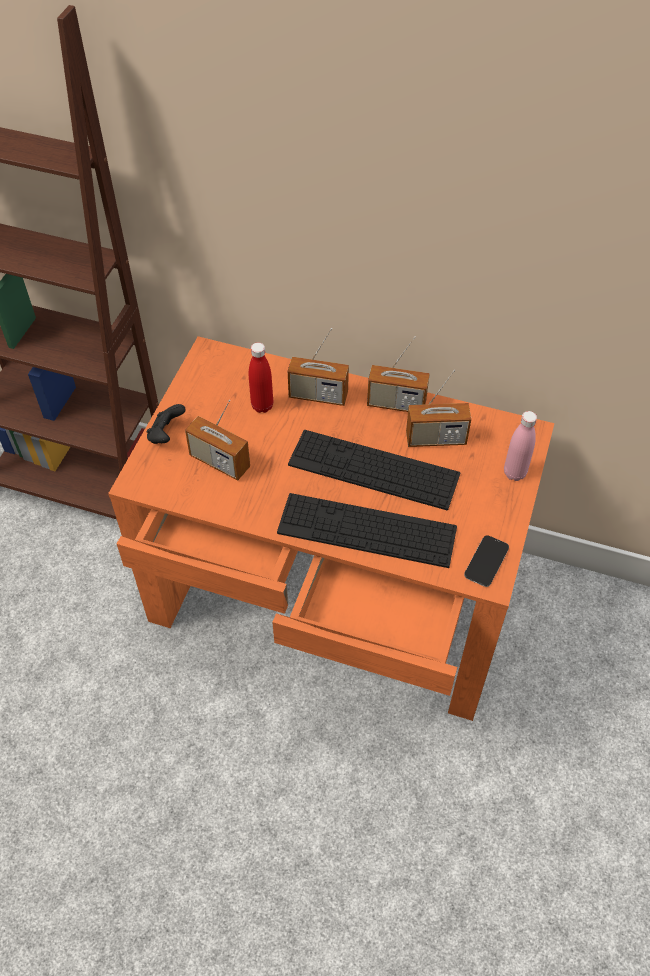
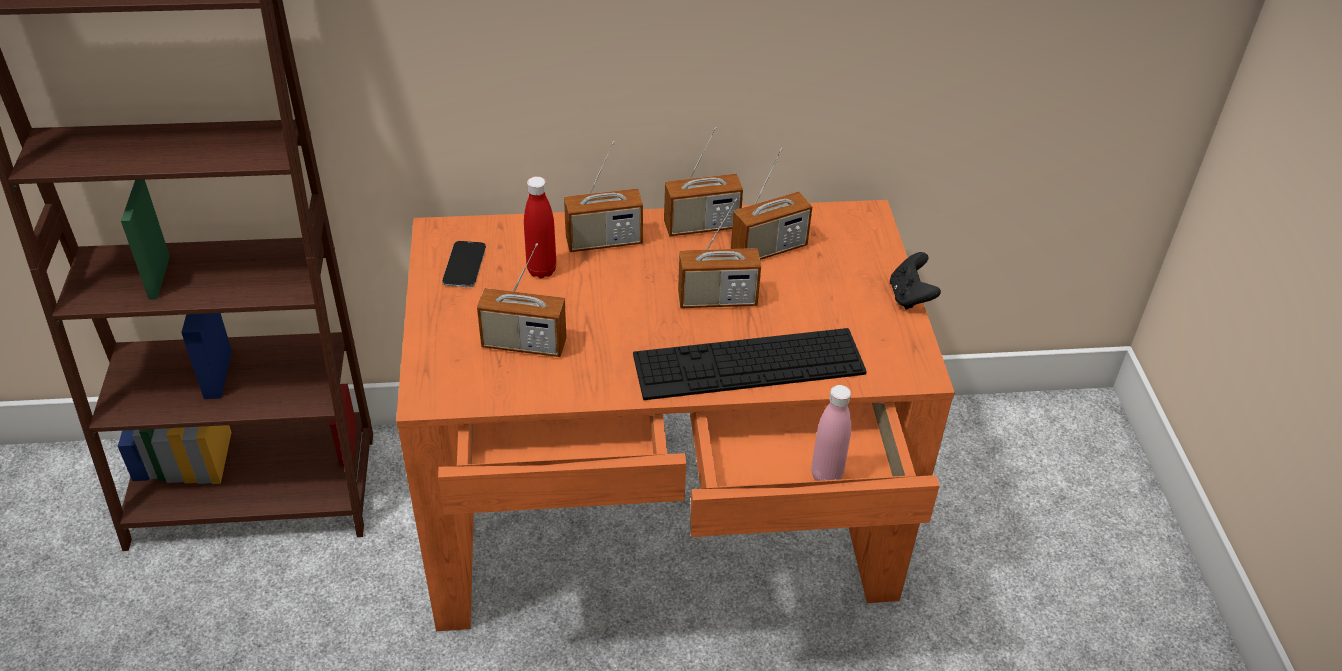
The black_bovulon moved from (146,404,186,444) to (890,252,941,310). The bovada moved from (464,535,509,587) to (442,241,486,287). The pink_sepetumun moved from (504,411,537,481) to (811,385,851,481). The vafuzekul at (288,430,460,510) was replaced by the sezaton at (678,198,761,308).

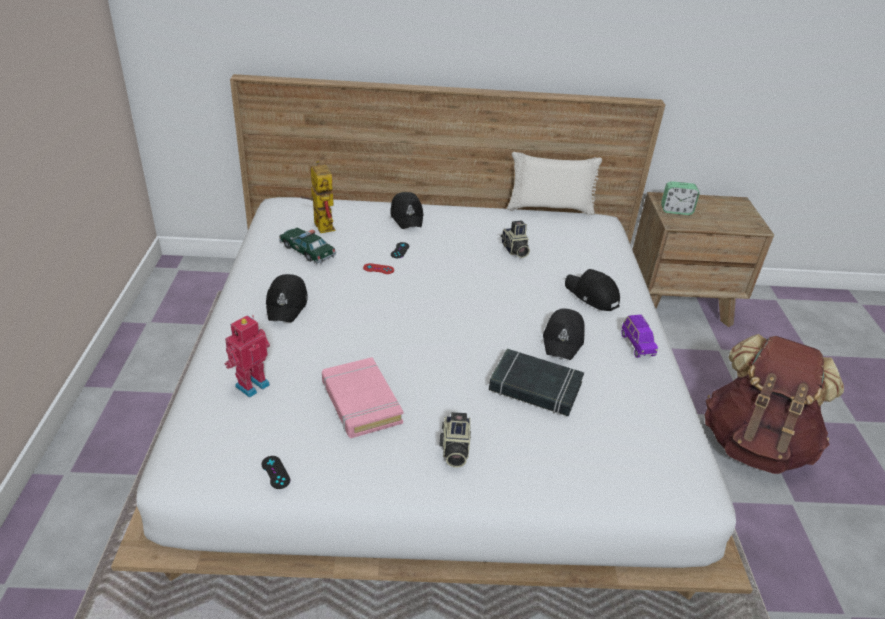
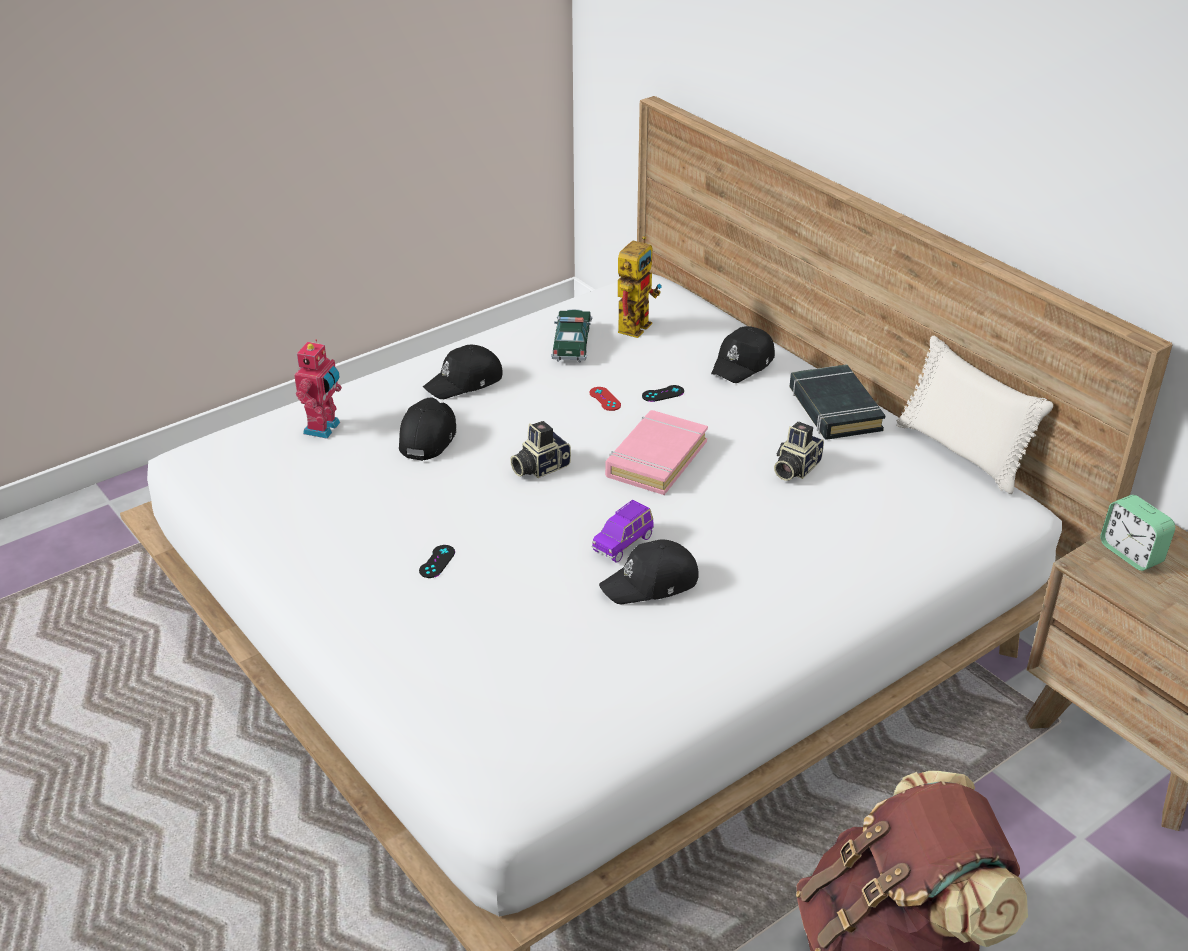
The black_bovulon moved from (261,456,290,489) to (419,545,455,578). The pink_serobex moved from (322,357,404,438) to (605,410,708,495). The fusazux moved from (439,412,471,467) to (510,421,571,478). The black_serobex moved from (489,349,584,416) to (790,364,885,440). The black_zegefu moved from (565,269,620,311) to (399,397,456,461). The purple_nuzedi moved from (621,314,658,358) to (592,500,654,563). The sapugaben at (225,315,270,398) turned 105 degrees clockwise.

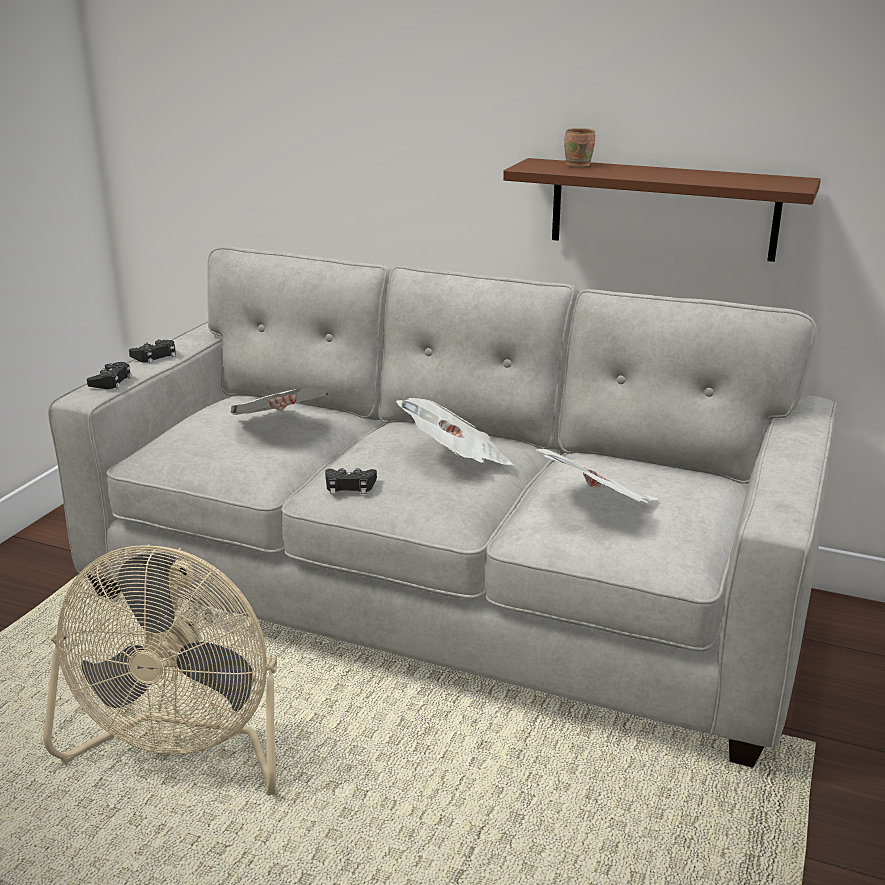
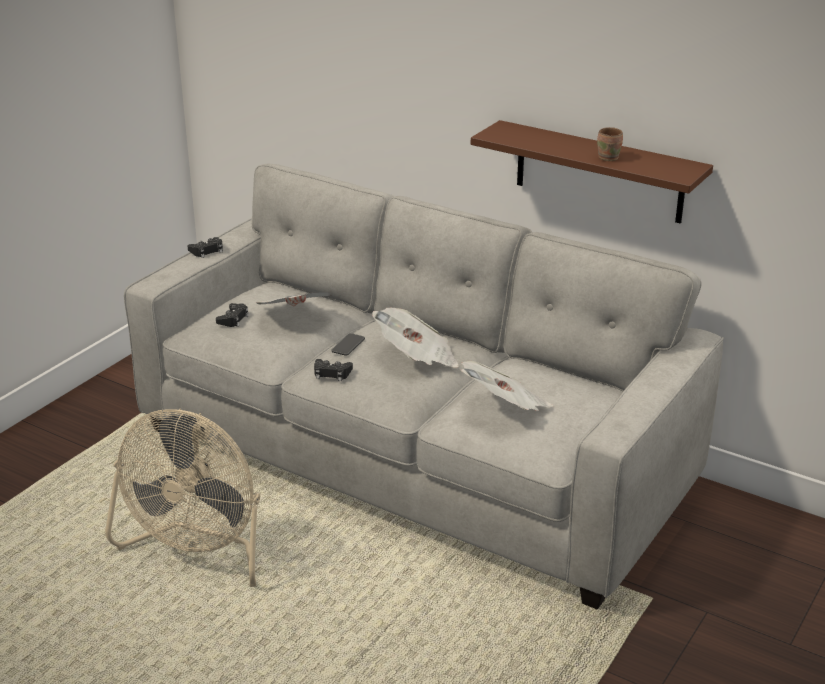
The bovada at (331,333,365,356) appeared. The black_bovulon moved from (87,362,132,389) to (216,303,249,327). The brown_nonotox moved from (564,128,595,167) to (597,127,623,161).

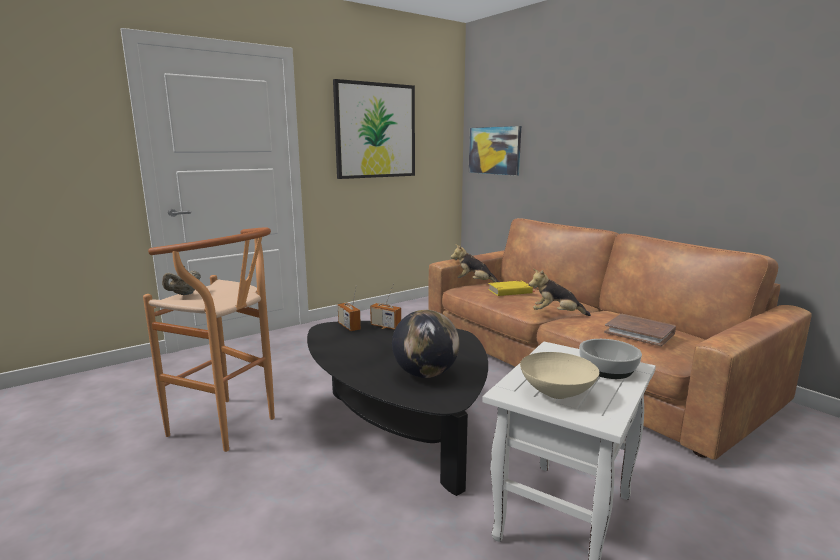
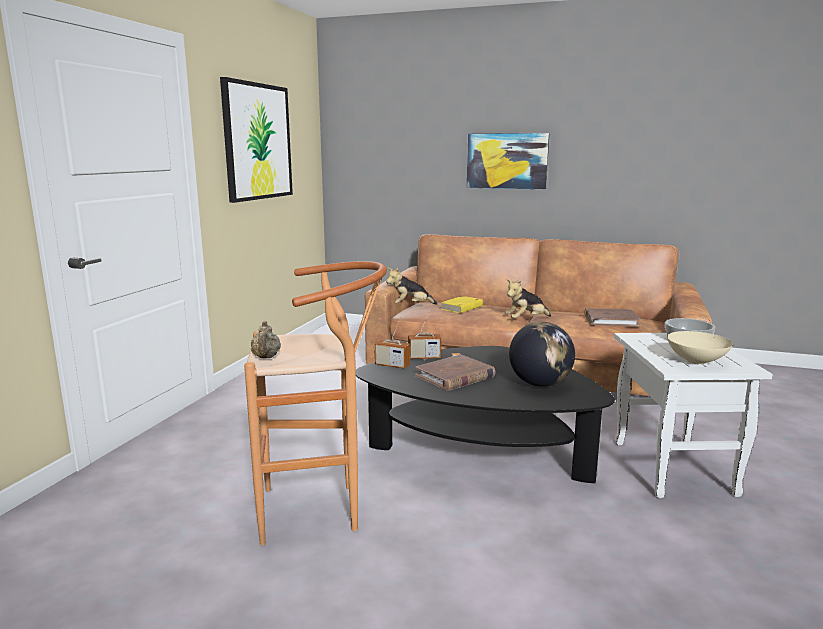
The brown_serobex at (415,354,495,390) appeared. The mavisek moved from (469,126,521,176) to (467,133,549,189).

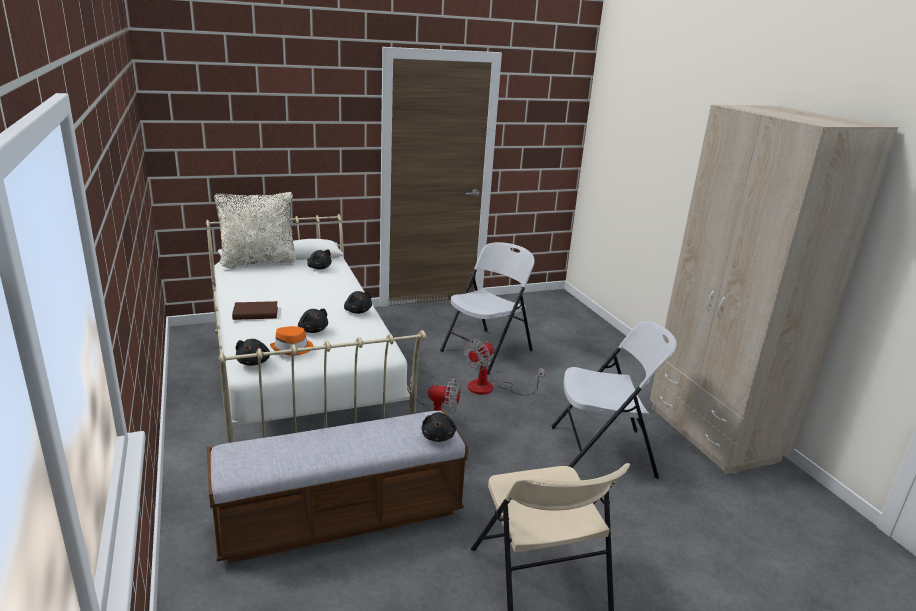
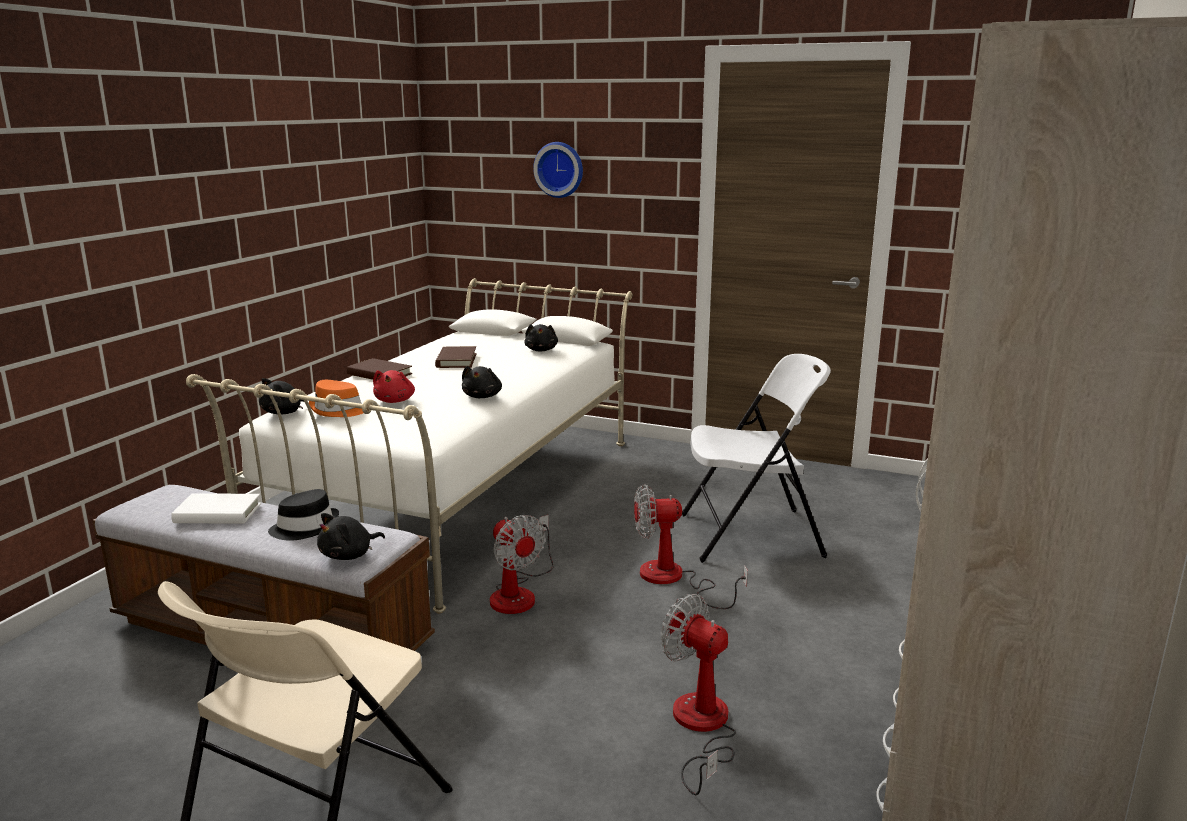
The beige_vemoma at (214,192,296,269) disappeared. The white_serobex at (171,493,261,524) appeared. The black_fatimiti at (268,489,339,541) appeared. The brown_serobex at (435,346,477,368) appeared. The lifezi at (533,142,583,198) appeared. The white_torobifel at (551,321,677,479) was replaced by the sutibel at (660,594,736,795). The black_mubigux at (298,309,328,333) became the red_mubigux at (373,370,415,403).

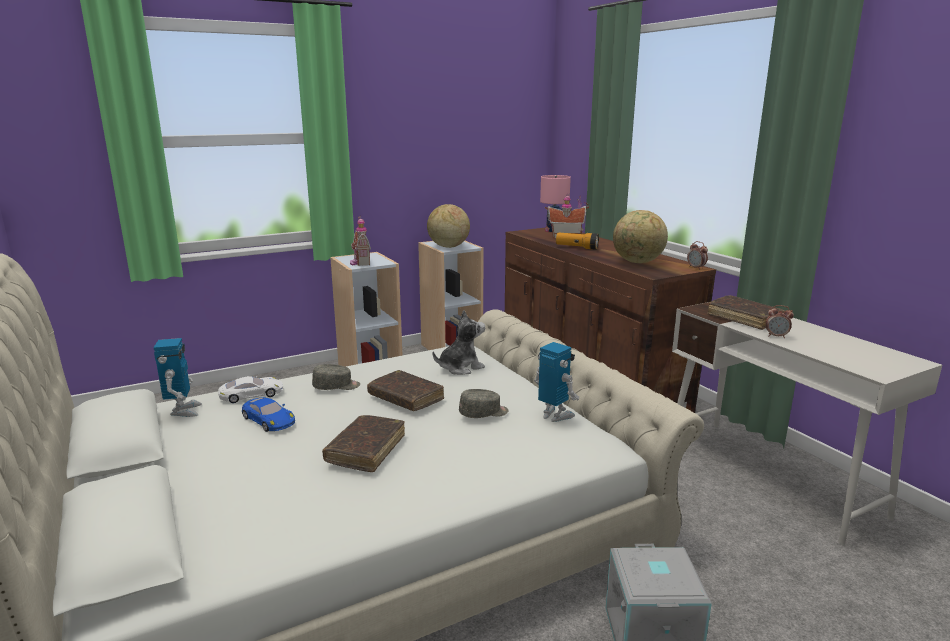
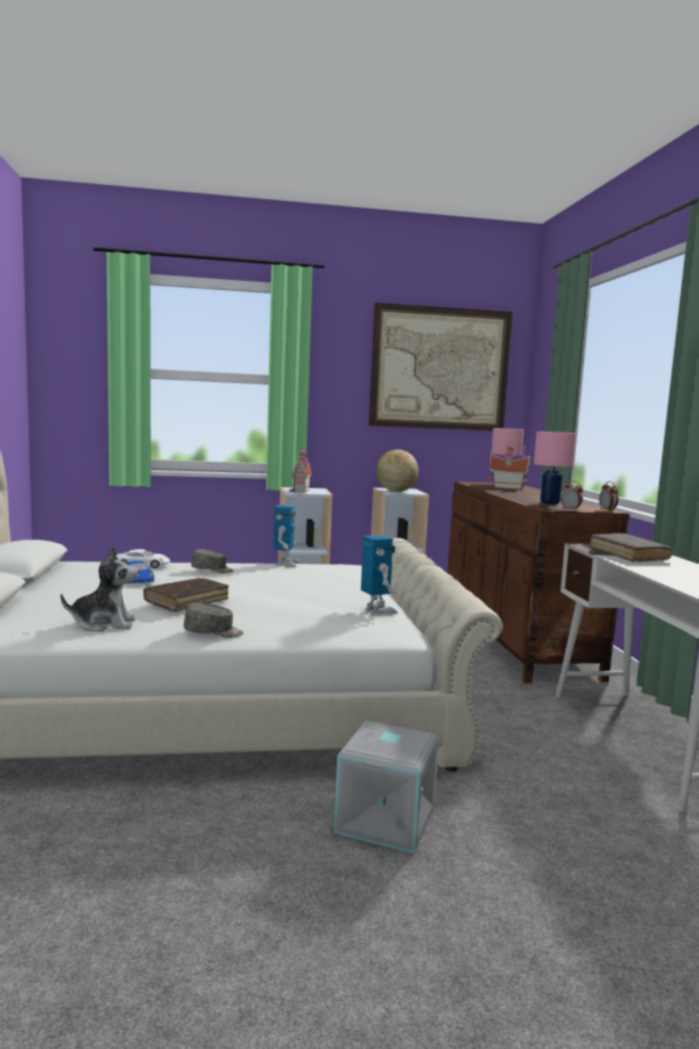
The brown_serobex at (367,370,445,411) disappeared. The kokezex at (556,233,599,250) disappeared. The mavisek at (369,303,513,431) appeared. The sapugaben moved from (154,338,202,417) to (274,505,300,567). The mubigux moved from (433,310,485,375) to (60,546,139,632). The grey_zegefu moved from (459,389,508,418) to (184,603,243,638). The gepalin moved from (765,305,794,339) to (560,480,583,511). The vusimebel at (613,210,668,263) was replaced by the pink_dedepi at (534,431,576,504).

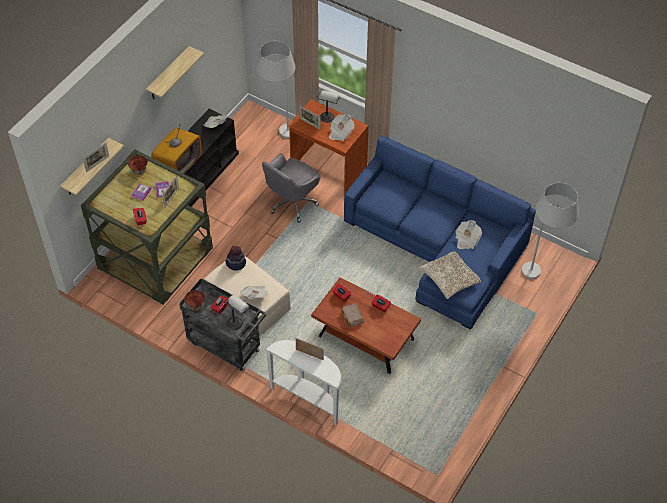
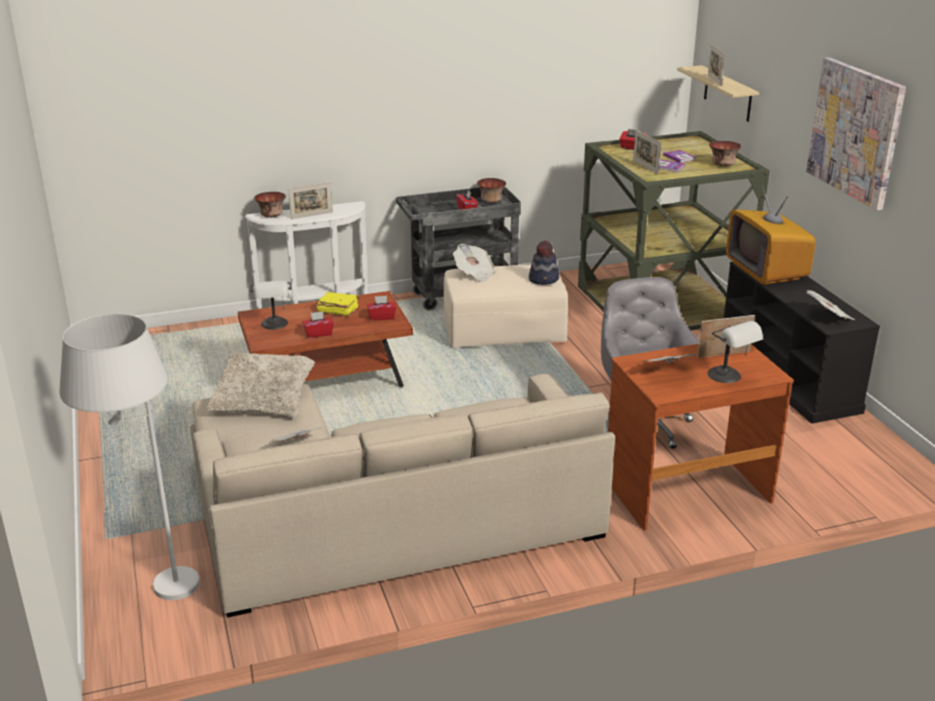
The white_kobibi at (256,41,295,138) disappeared. The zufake at (254,192,286,218) appeared. The dedepi moved from (224,295,249,330) to (250,281,292,330). The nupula at (146,46,204,99) was replaced by the mavisek at (806,57,906,210). The brown_serobex at (341,303,364,327) became the yellow_serobex at (317,292,359,316). The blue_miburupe at (344,136,536,330) became the beige_miburupe at (190,374,615,618).

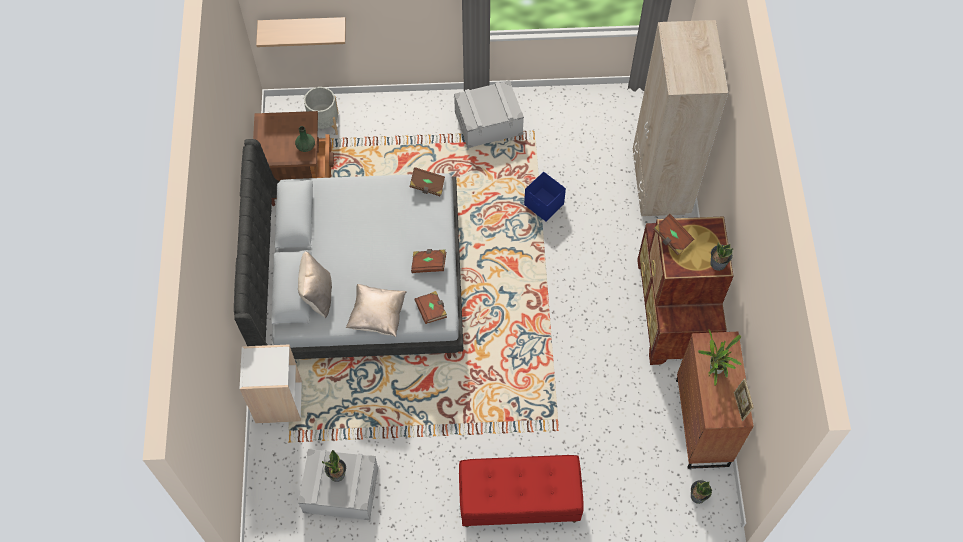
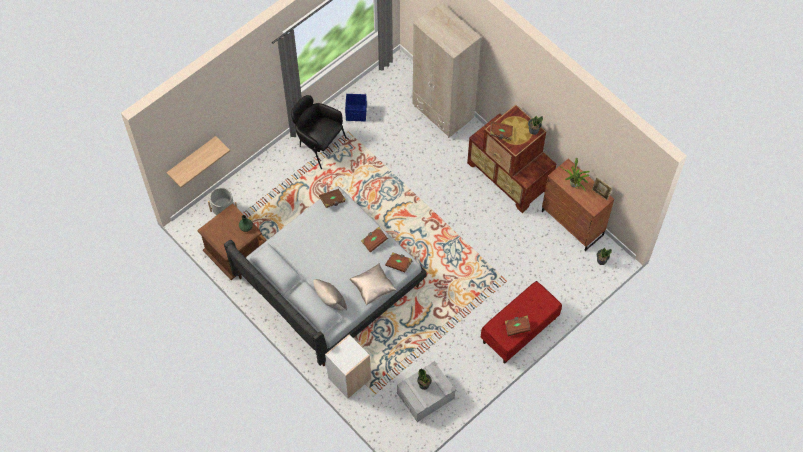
The brown_serobex at (505,316,531,336) appeared. The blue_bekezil moved from (524,172,566,221) to (345,94,367,121). The grey_bekezil at (454,80,524,148) was replaced by the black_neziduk at (291,95,346,169).

